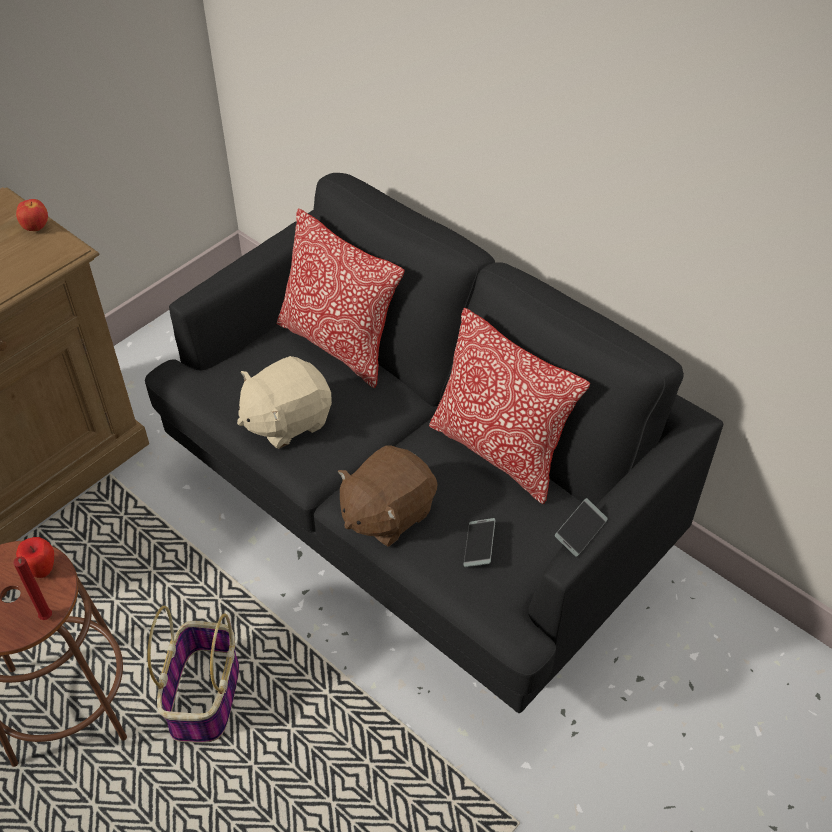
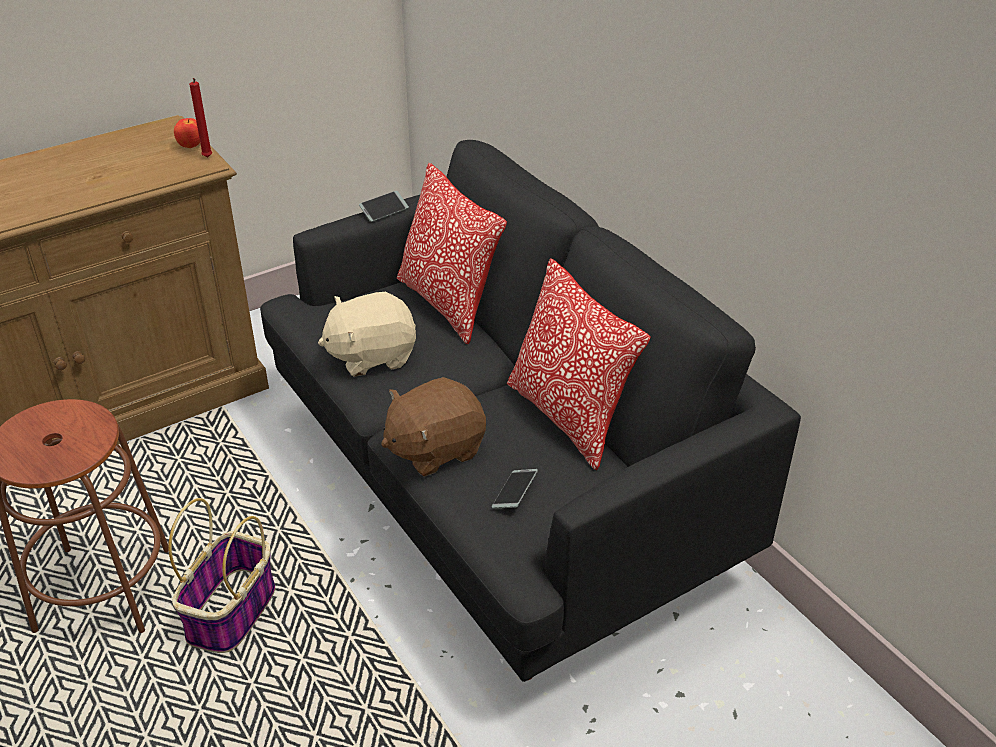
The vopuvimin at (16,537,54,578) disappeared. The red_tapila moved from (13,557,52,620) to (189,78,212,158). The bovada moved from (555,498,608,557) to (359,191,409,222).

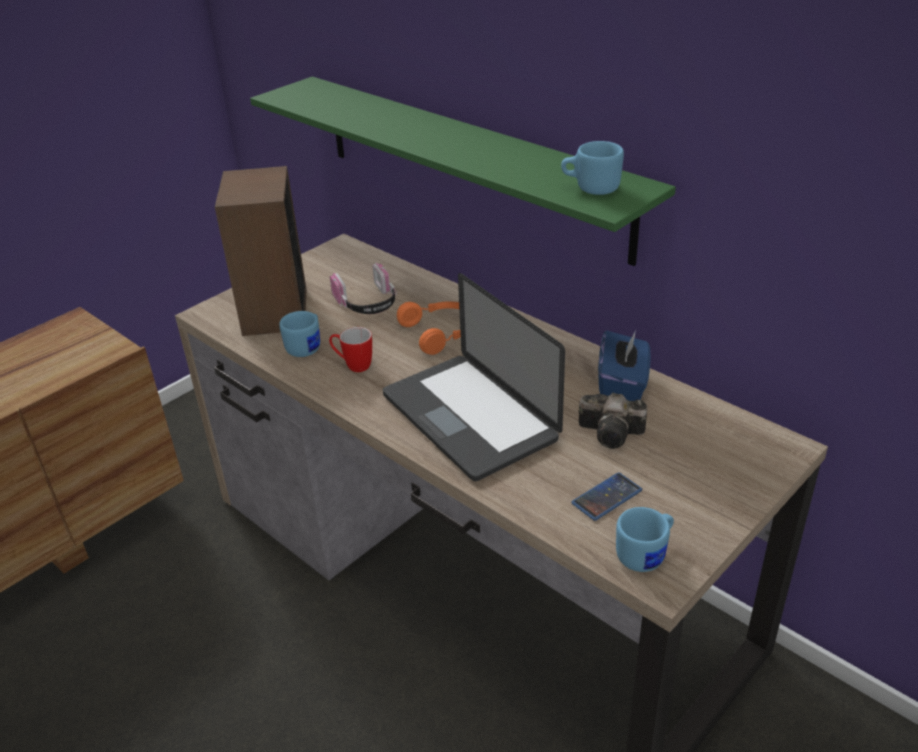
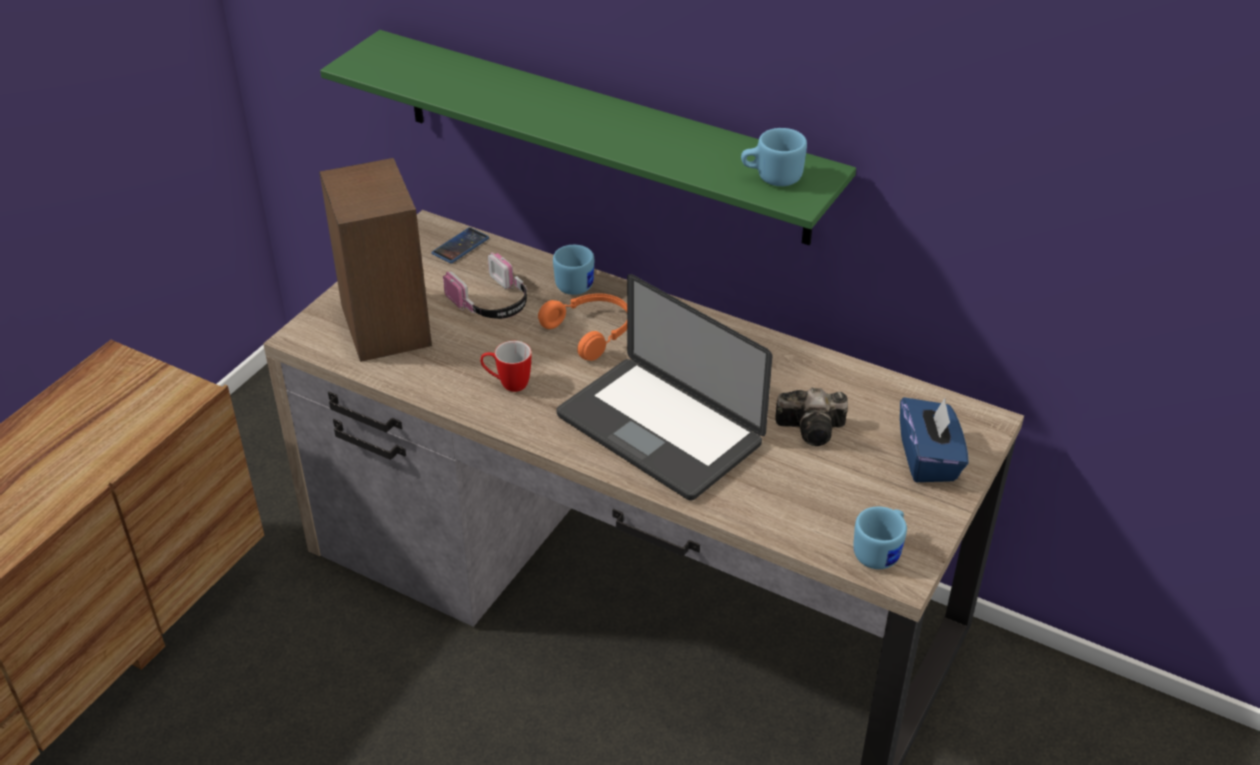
The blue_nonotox moved from (279,311,320,357) to (553,245,594,295). The bovada moved from (571,472,642,521) to (431,227,489,264). The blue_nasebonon moved from (598,329,650,401) to (900,397,969,482).

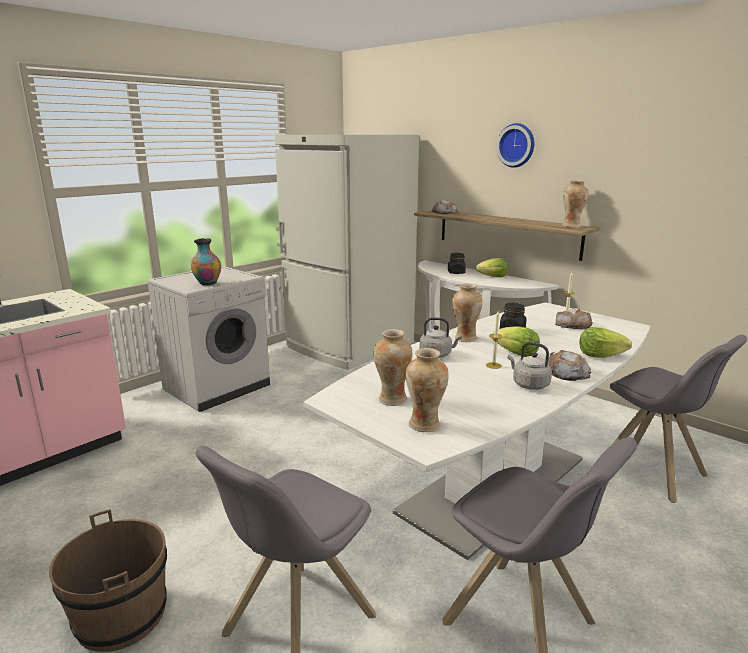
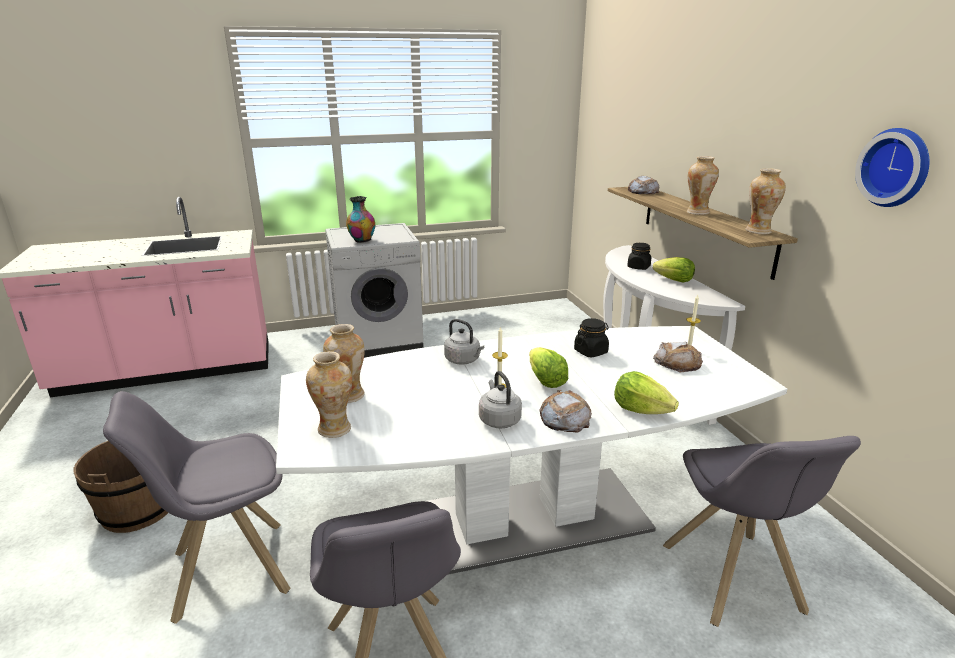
The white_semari at (275,135,419,370) disappeared. The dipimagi moved from (452,283,483,342) to (687,156,719,215). The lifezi moved from (496,123,534,168) to (855,128,929,207).

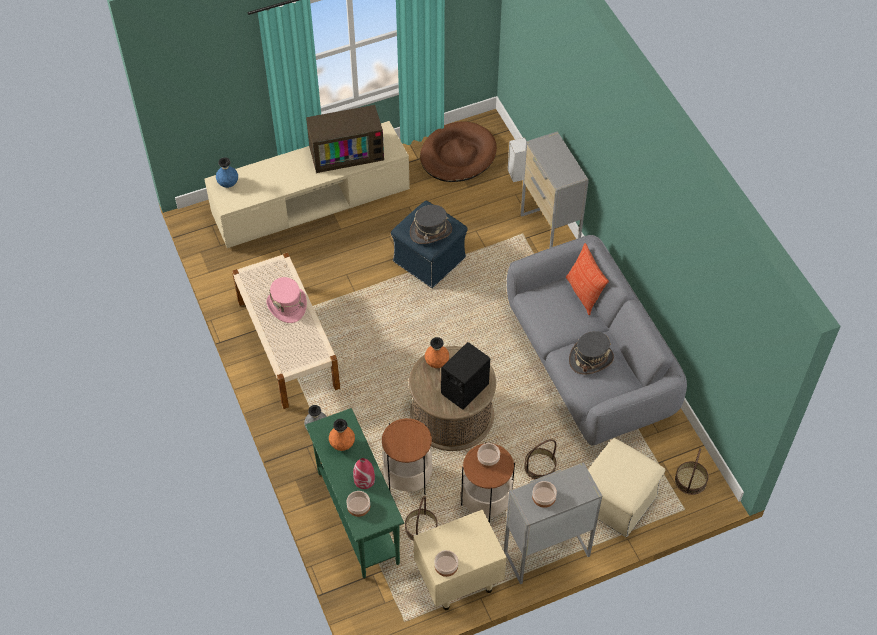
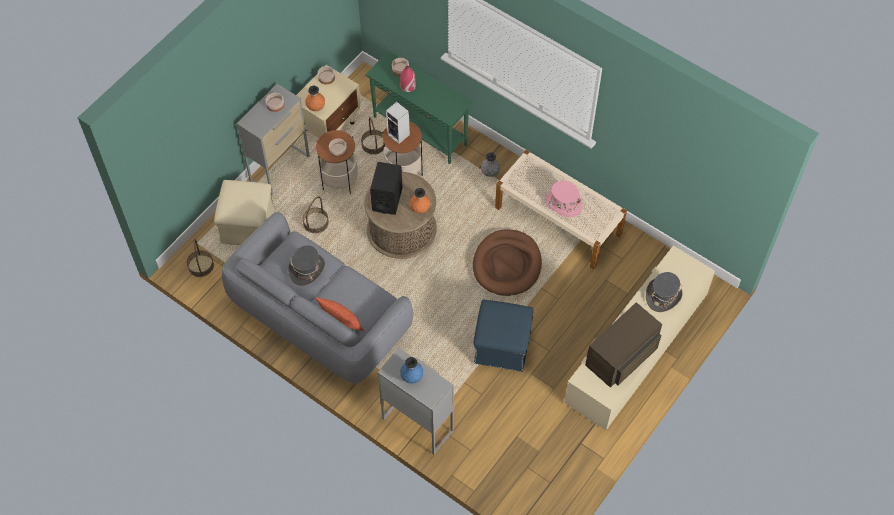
The blue_dipimagi moved from (216,157,238,188) to (400,357,423,384). The orange_dipimagi moved from (329,419,355,451) to (305,86,325,111). The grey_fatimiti moved from (410,205,452,244) to (646,272,683,312). The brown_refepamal moved from (420,121,497,182) to (473,229,542,296). The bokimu moved from (508,138,526,182) to (386,102,410,144).

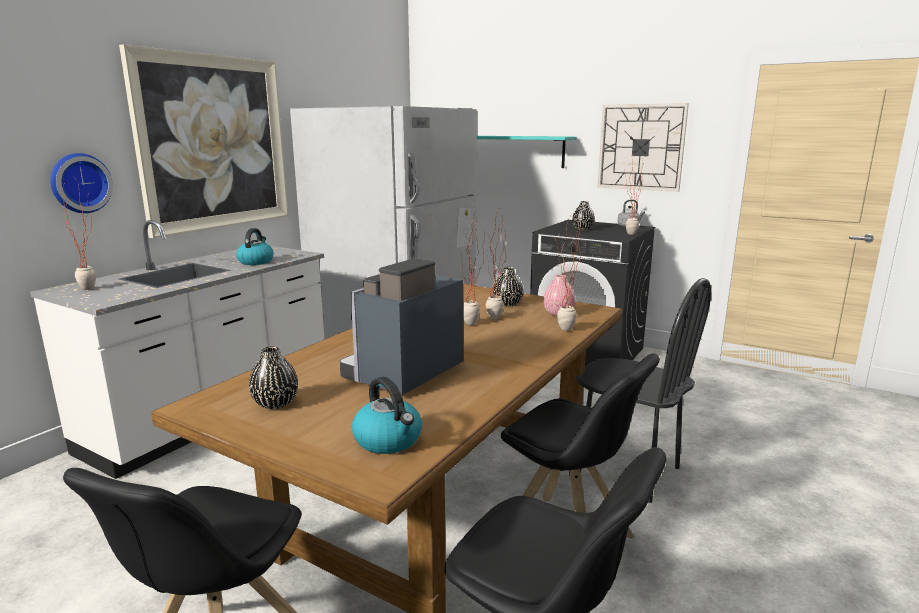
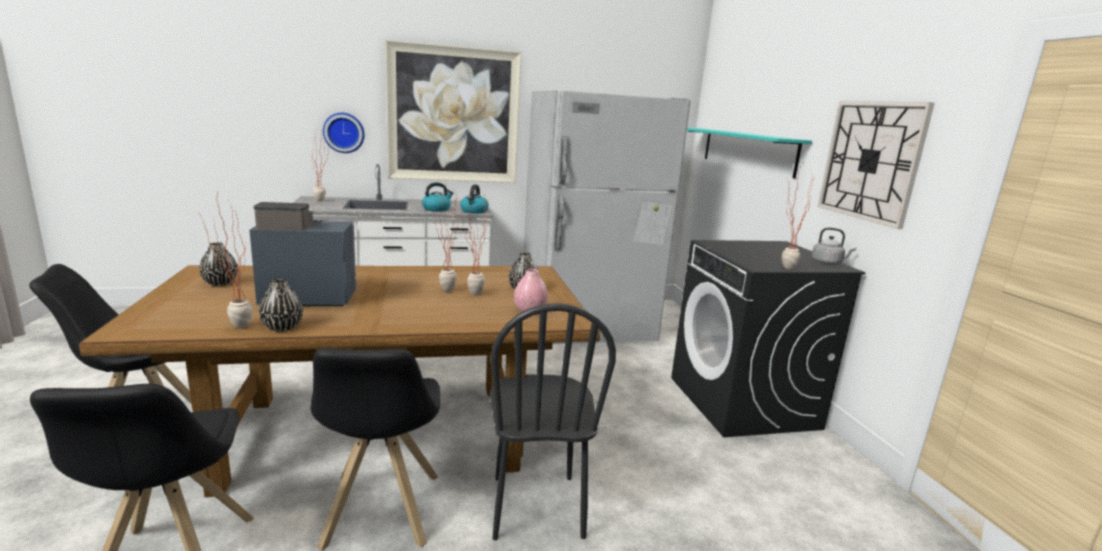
The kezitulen moved from (352,377,422,454) to (460,185,489,214). The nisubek moved from (554,213,582,331) to (198,194,253,329). The black_dipimagi moved from (572,201,595,230) to (259,279,303,331).

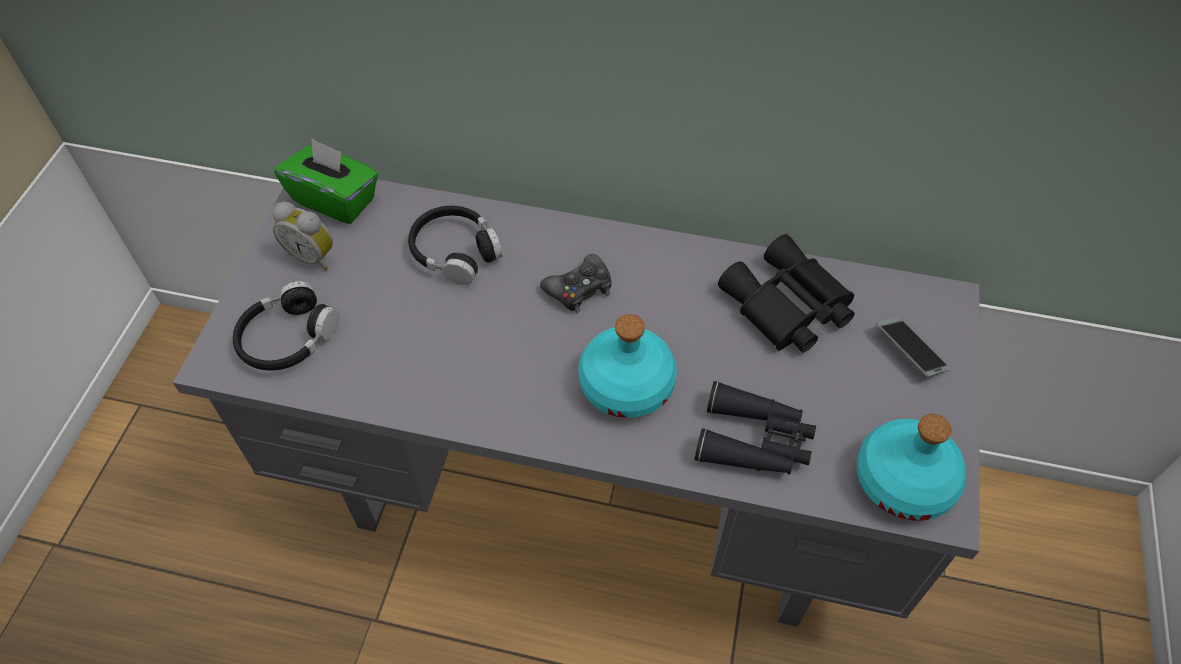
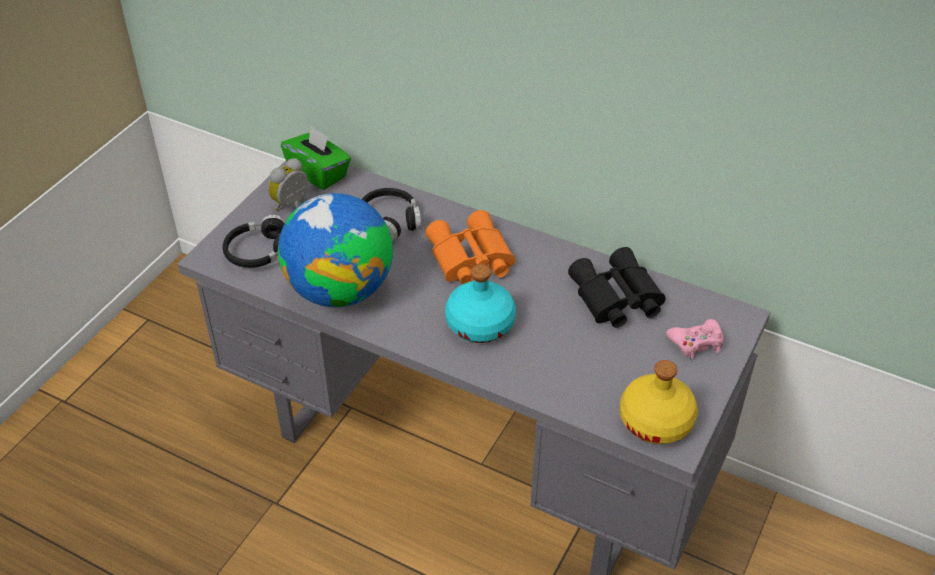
The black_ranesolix at (695,381,816,475) disappeared. The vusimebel at (278,193,393,307) appeared. The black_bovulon at (540,254,612,313) was replaced by the orange_ranesolix at (426,210,515,285). The bovada at (876,317,950,377) was replaced by the pink_bovulon at (666,319,724,359). The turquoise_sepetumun at (856,414,966,521) became the yellow_sepetumun at (620,360,698,444). The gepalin at (273,202,333,271) turned 90 degrees clockwise.

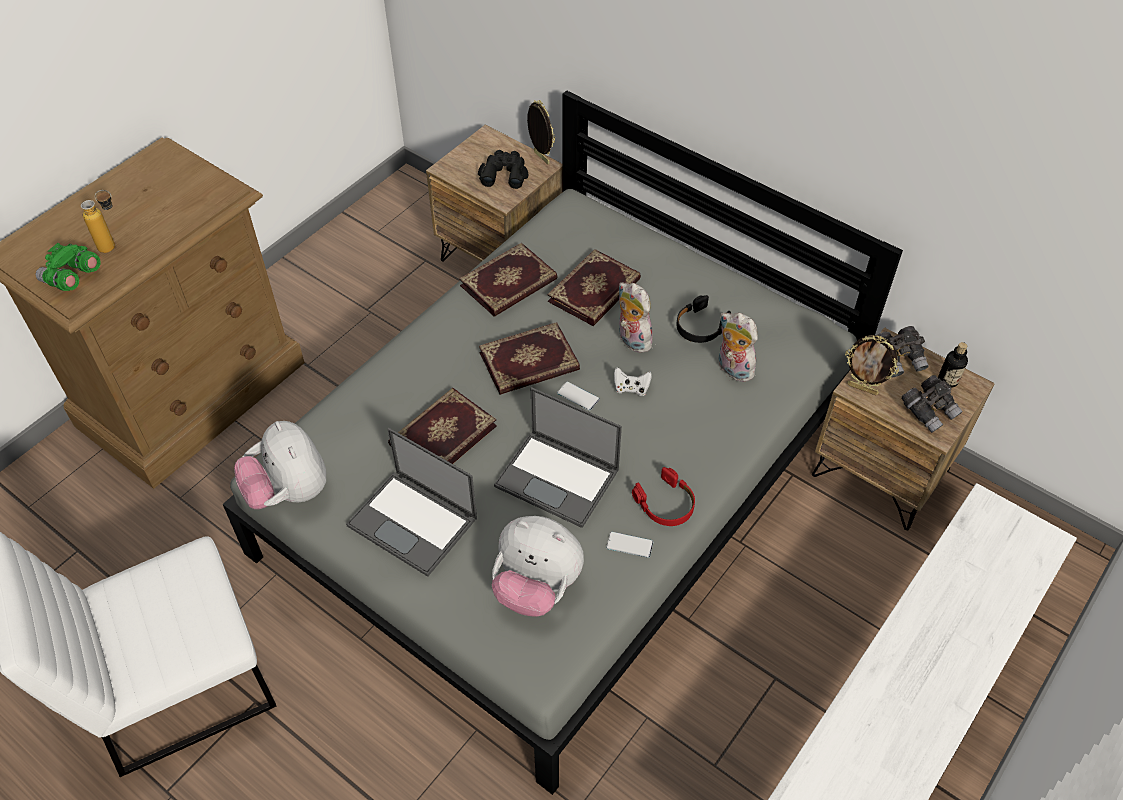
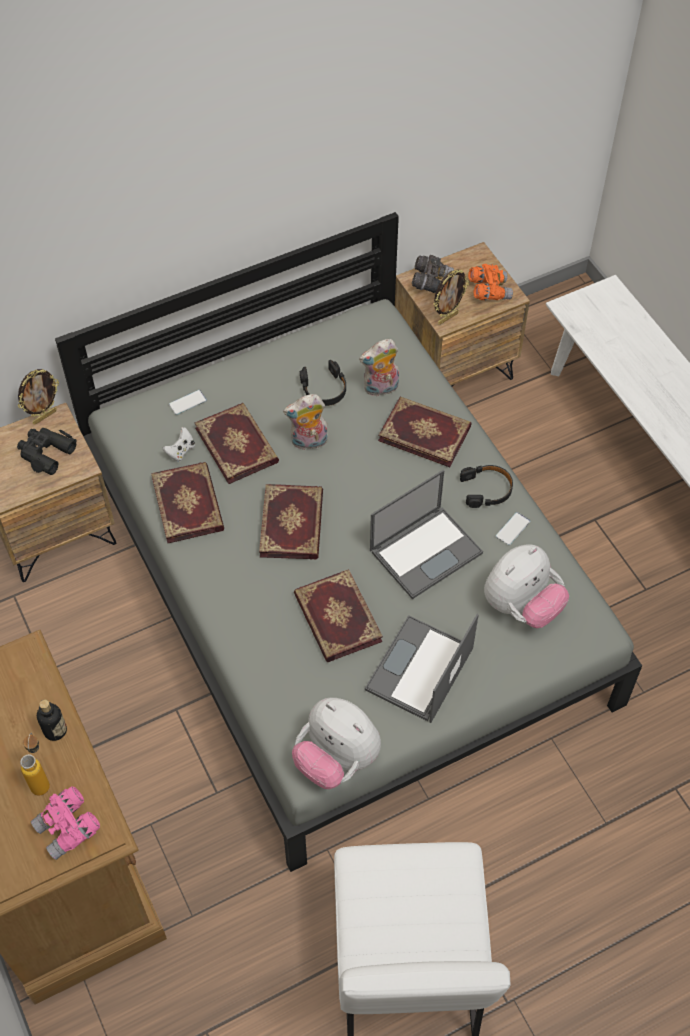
The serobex at (378,397,471,467) appeared. The bovada moved from (557,381,600,411) to (169,390,207,415). The white_bovulon moved from (614,367,652,396) to (162,427,195,462). The sepetumun moved from (938,342,968,387) to (37,700,67,741). The green_ranesolix at (35,243,101,291) became the pink_ranesolix at (31,786,100,860). The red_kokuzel at (632,467,695,526) became the black_kokuzel at (460,465,513,508). The grey_ranesolix at (902,375,963,433) became the orange_ranesolix at (468,263,513,300). The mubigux at (234,421,326,509) turned 45 degrees clockwise. The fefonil at (346,428,477,577) turned 150 degrees clockwise. The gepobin at (527,100,555,164) turned 150 degrees clockwise.

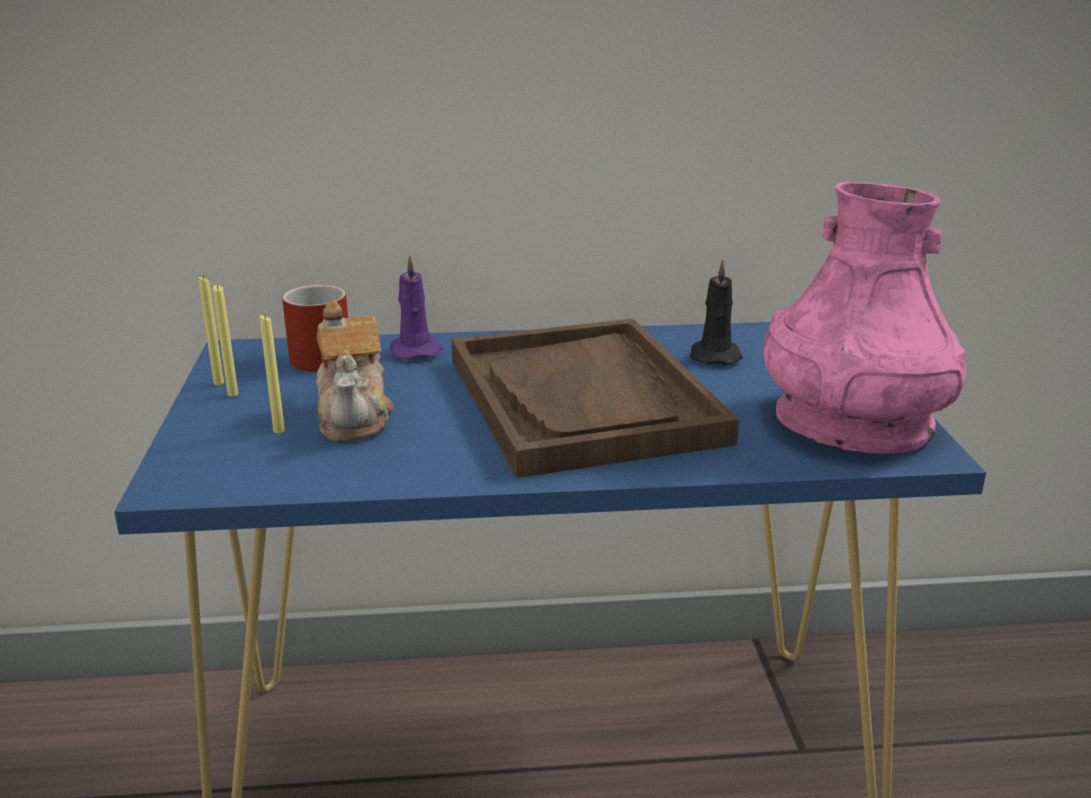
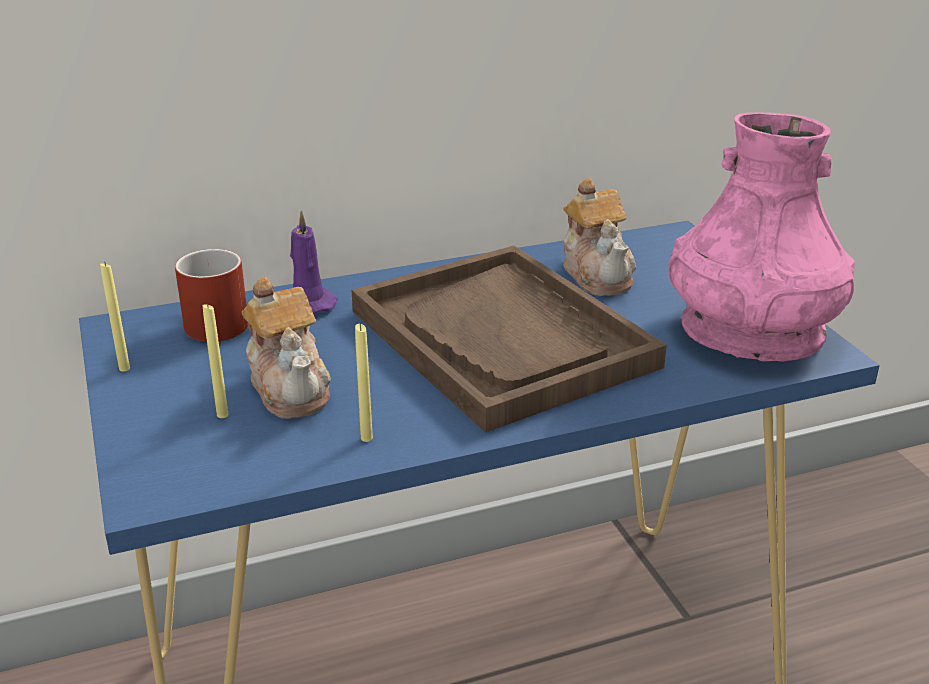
The yellow_tapila moved from (213,284,238,397) to (355,324,373,442). The black_tapila at (690,259,743,365) was replaced by the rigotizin at (563,178,636,296).

